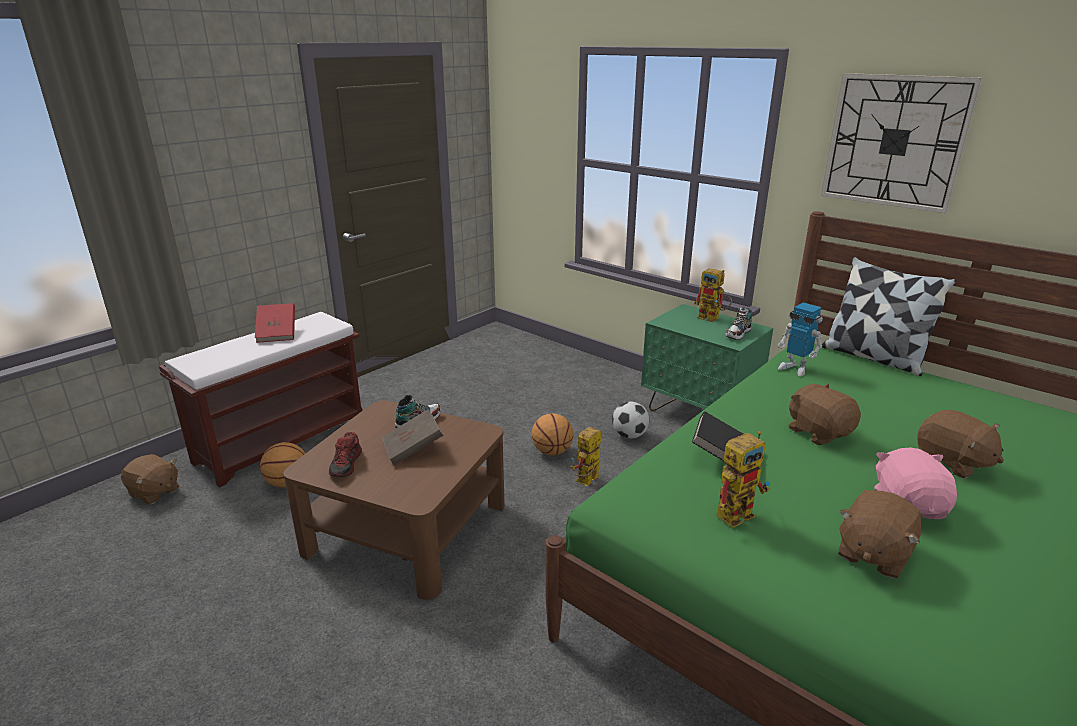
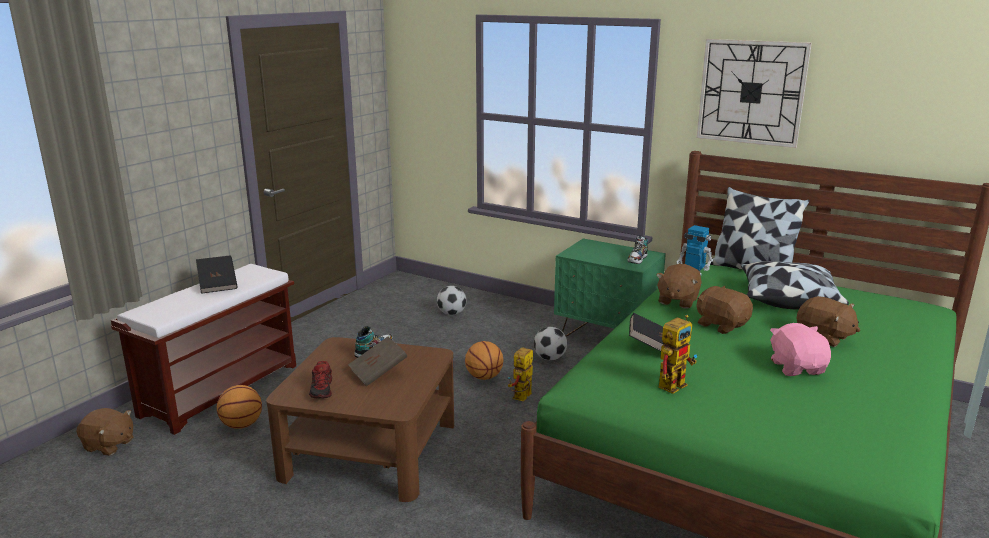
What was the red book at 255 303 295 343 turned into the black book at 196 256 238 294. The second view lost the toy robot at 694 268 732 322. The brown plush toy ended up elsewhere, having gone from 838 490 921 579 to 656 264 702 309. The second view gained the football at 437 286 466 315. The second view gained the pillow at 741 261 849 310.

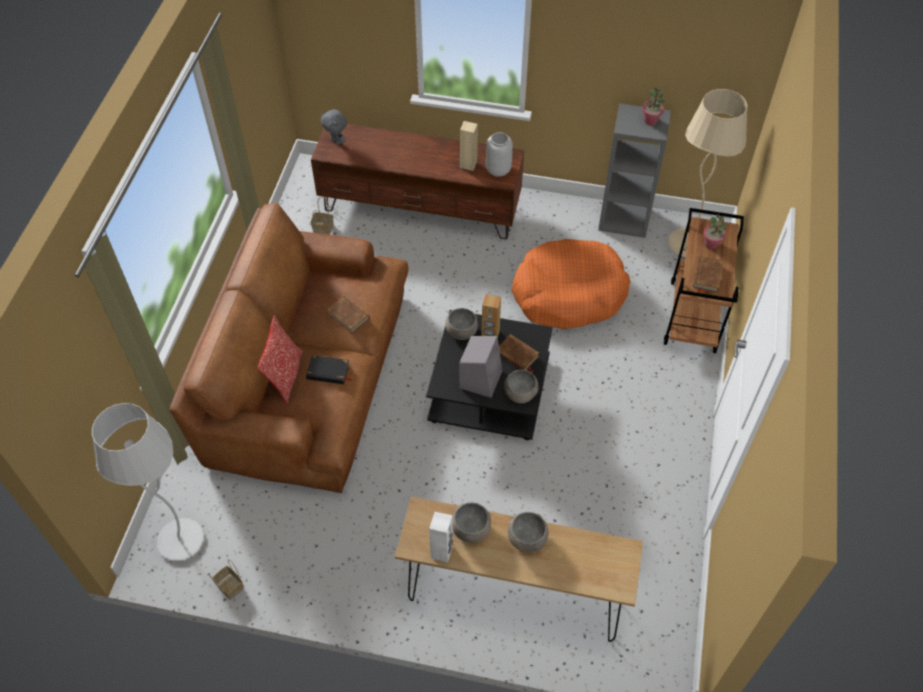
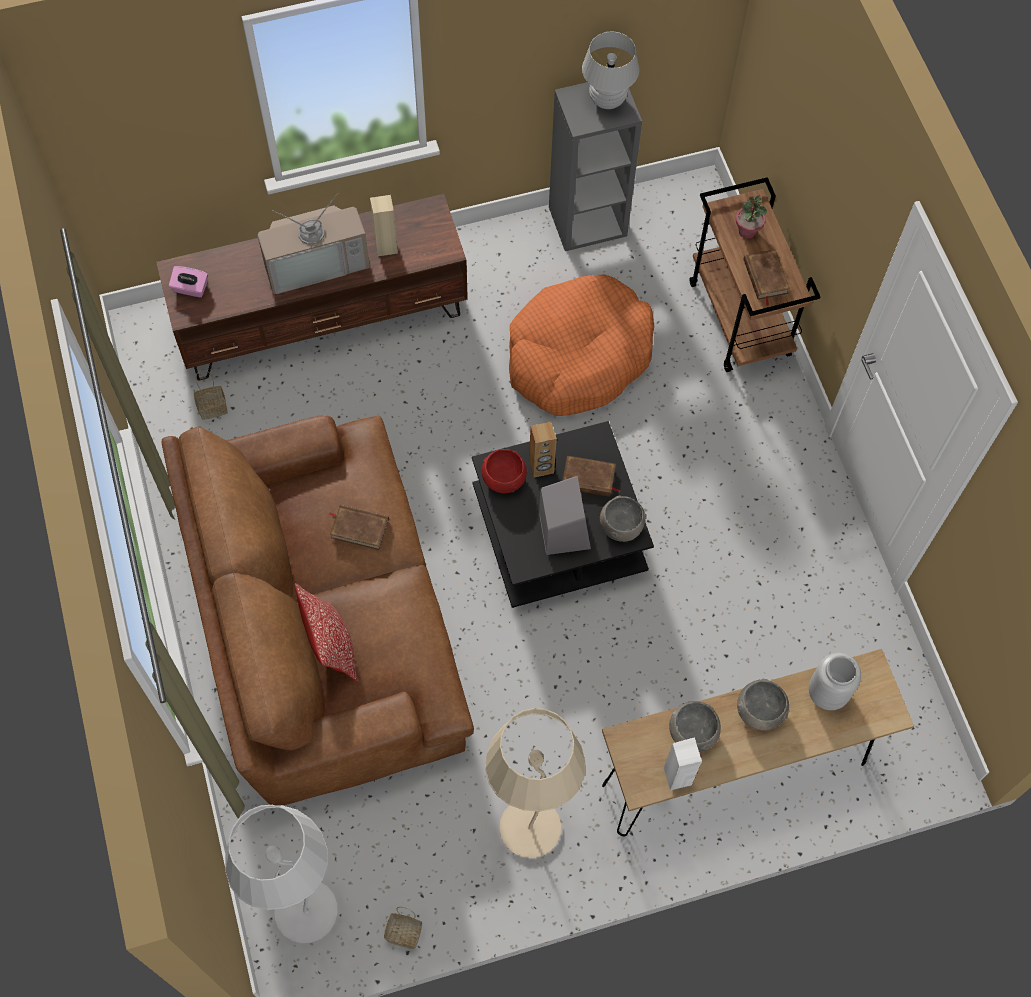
The second view lost the black book at 306 355 351 384. Where the grey plush toy stood at 321 109 347 145, the pink tissue box came to stand at 169 266 208 298. What was the grey bowl at 445 308 478 340 turned into the red bowl at 481 449 527 493. The grey vase ended up elsewhere, having gone from 486 132 513 177 to 809 653 861 710. Where the potted plant stood at 642 88 665 125, the white table lamp came to stand at 582 31 639 109. The beige floor lamp ended up elsewhere, having gone from 668 89 748 257 to 485 708 585 858. The second view gained the television at 257 193 370 294.

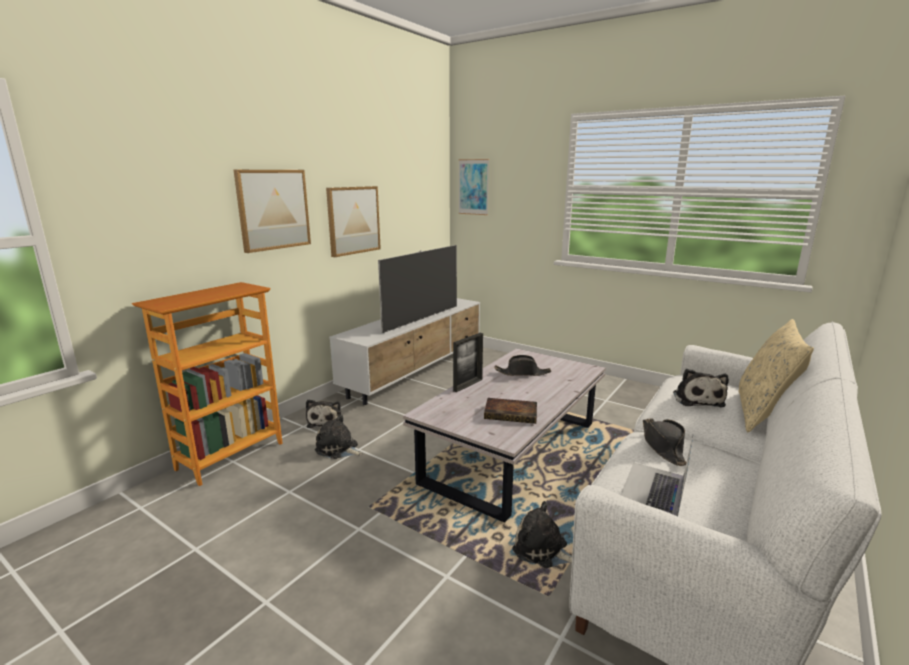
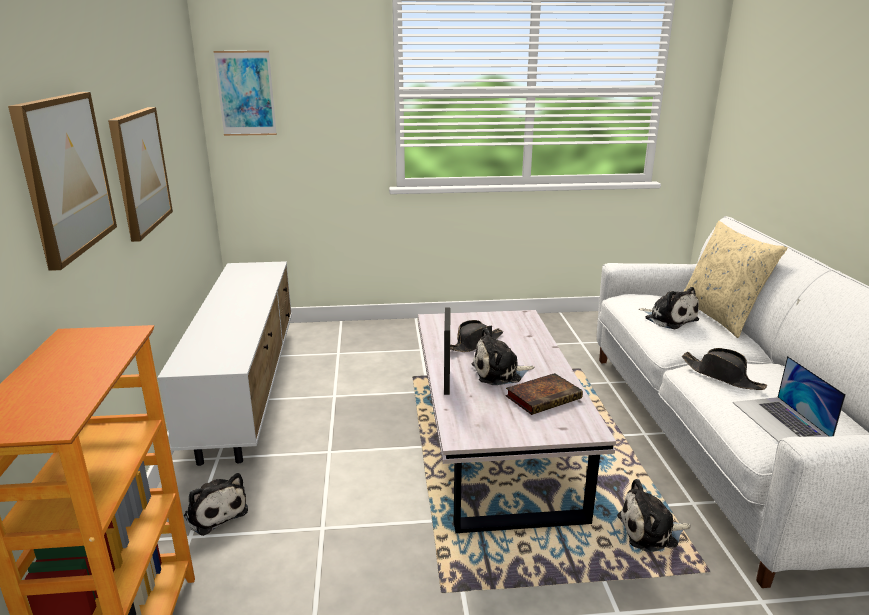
The plush toy ended up elsewhere, having gone from 315 414 363 459 to 472 328 534 385. The second view lost the television at 378 245 457 333.

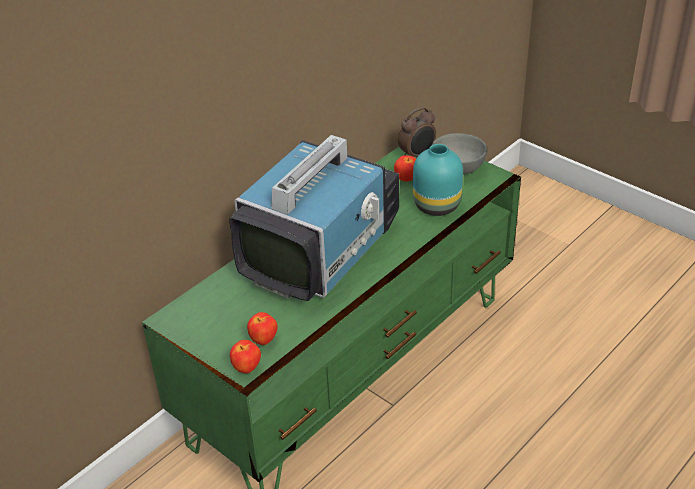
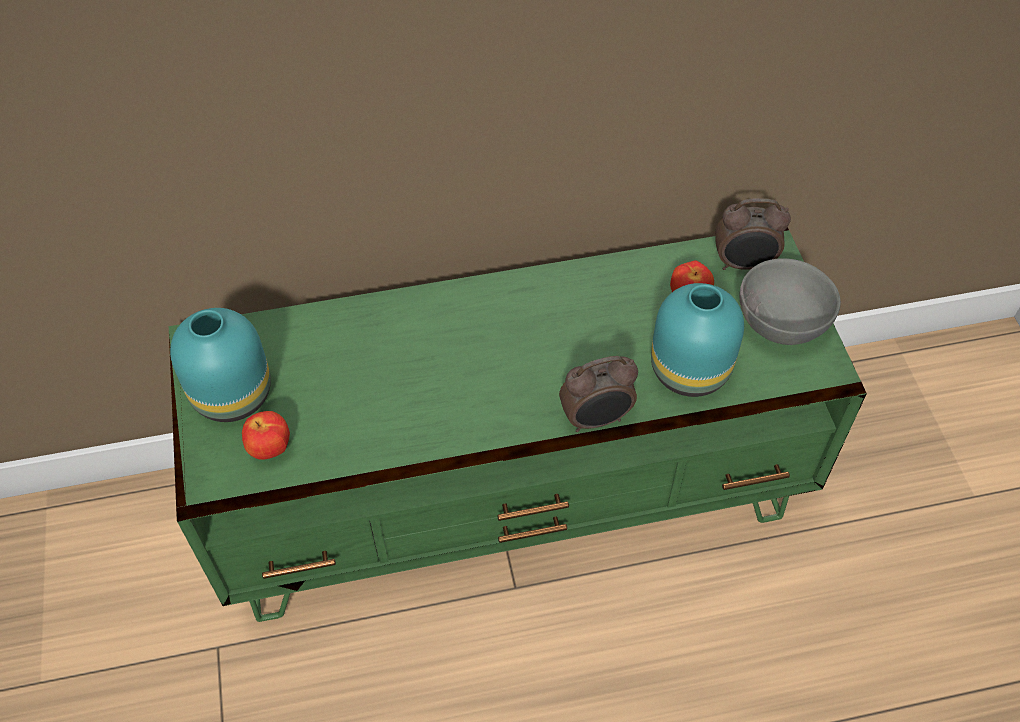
The second view lost the television at 229 135 399 301. The second view lost the apple at 230 340 261 374. The second view gained the turquoise vase at 170 308 271 422. The second view gained the alarm clock at 559 356 638 432.

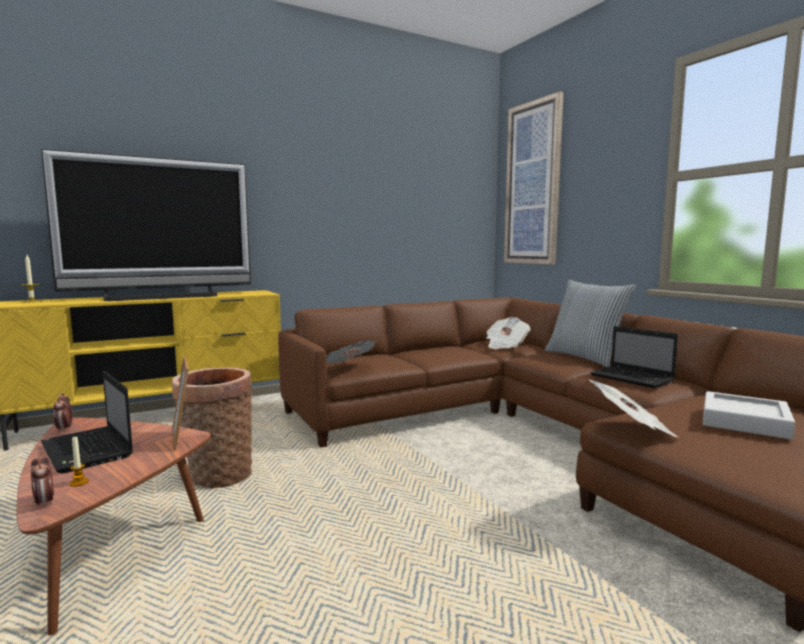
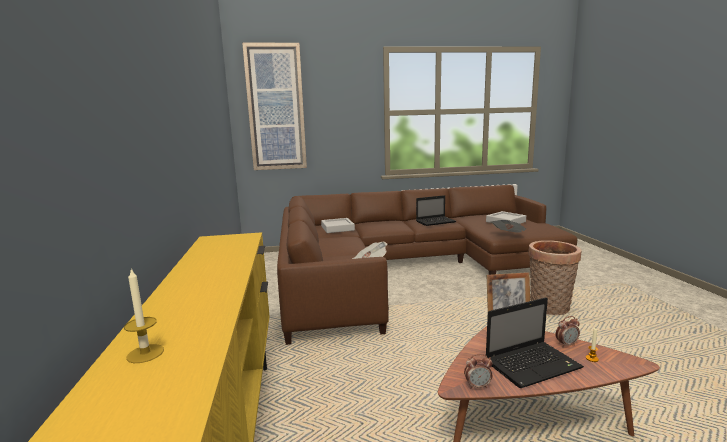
The alarm clock ended up elsewhere, having gone from 31 452 54 509 to 555 316 580 347. The second view lost the television at 41 149 251 301. The basket ended up elsewhere, having gone from 172 368 253 488 to 528 240 582 315. Where the newspaper stood at 486 317 530 349, the grey tray came to stand at 321 218 355 233. The second view lost the pillow at 545 280 636 367.

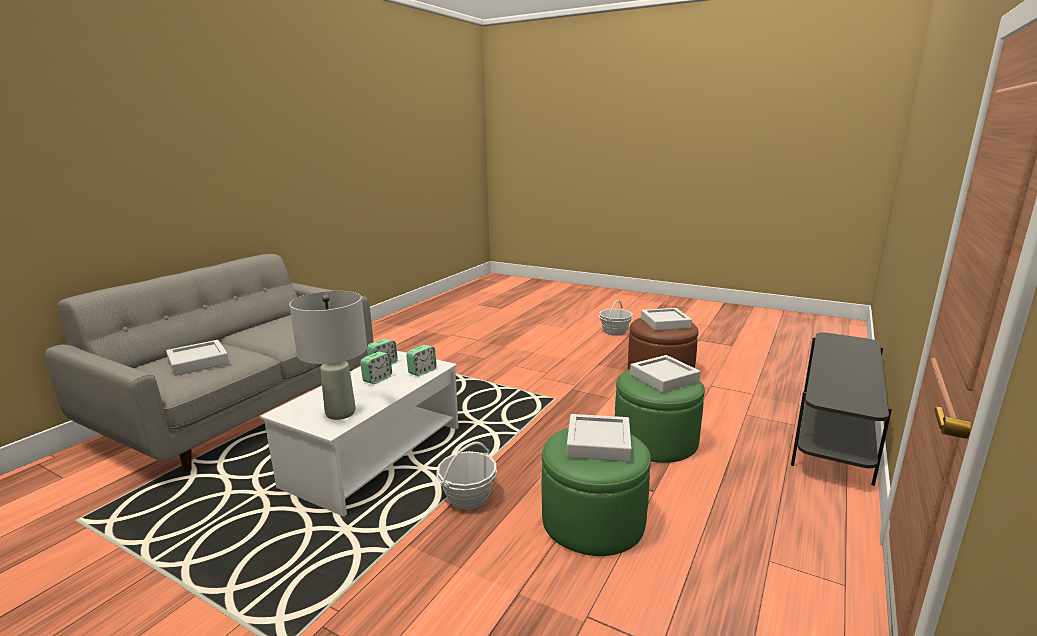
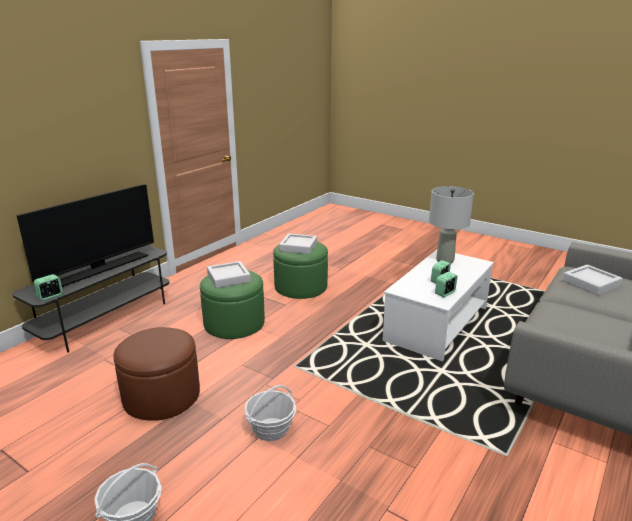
The alarm clock ended up elsewhere, having gone from 406 345 436 376 to 34 274 63 301. The basket ended up elsewhere, having gone from 436 442 497 509 to 244 385 296 441. The second view lost the grey tray at 641 308 692 331. The second view gained the television at 17 185 154 287.

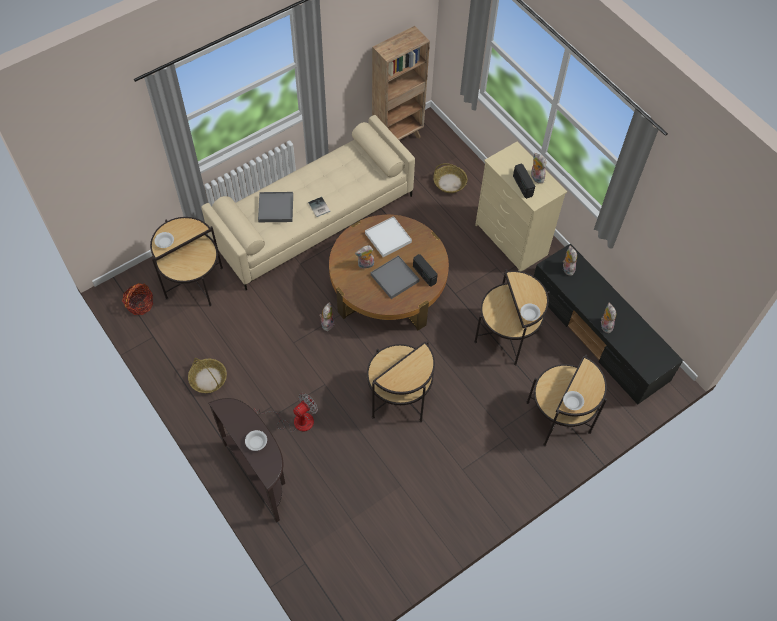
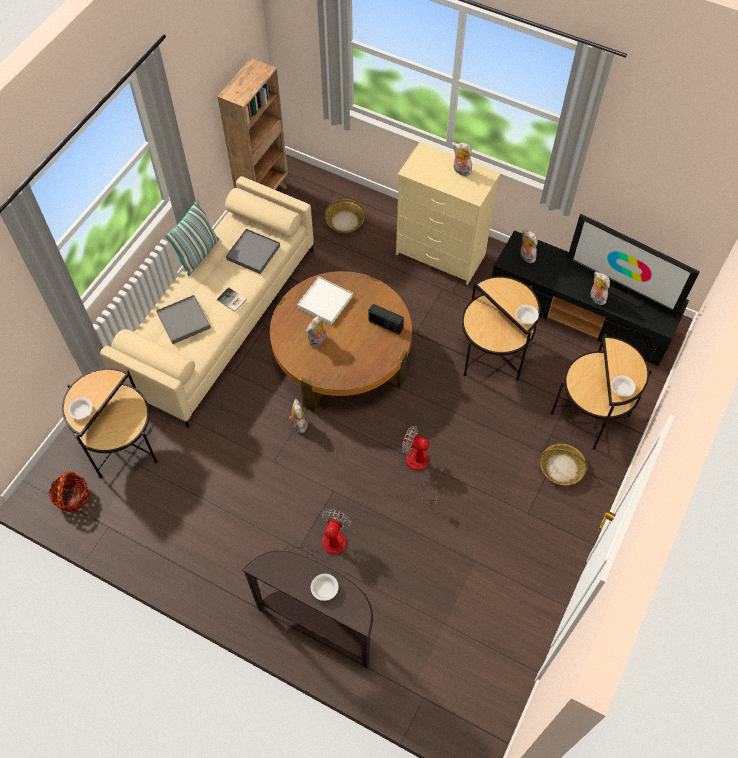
The basket ended up elsewhere, having gone from 188 358 227 393 to 540 444 588 485. Where the side table stood at 367 341 435 422, the fan came to stand at 402 426 438 505. The grey tray ended up elsewhere, having gone from 371 255 419 299 to 226 229 280 274. The second view lost the radio at 513 163 535 199. The second view gained the pillow at 165 200 219 276. The second view gained the television at 567 214 700 314.

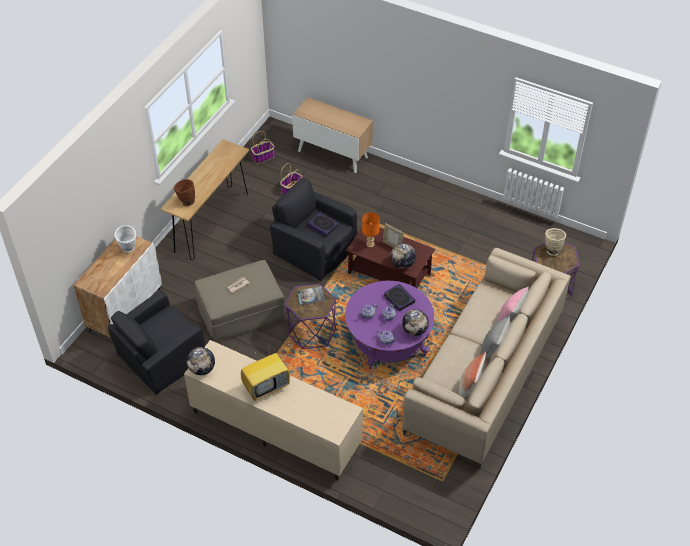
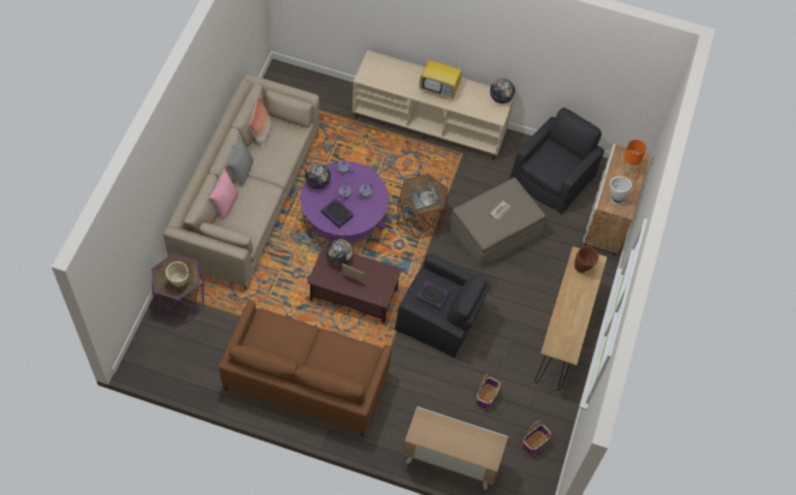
The television at 241 342 290 401 ended up facing another way, 120 degrees counterclockwise from before. What was the purple side table at 285 284 336 349 turned into the brown side table at 397 174 448 239. The orange table lamp ended up elsewhere, having gone from 362 212 380 248 to 624 140 646 174. The second view gained the brown sofa at 219 301 392 436.

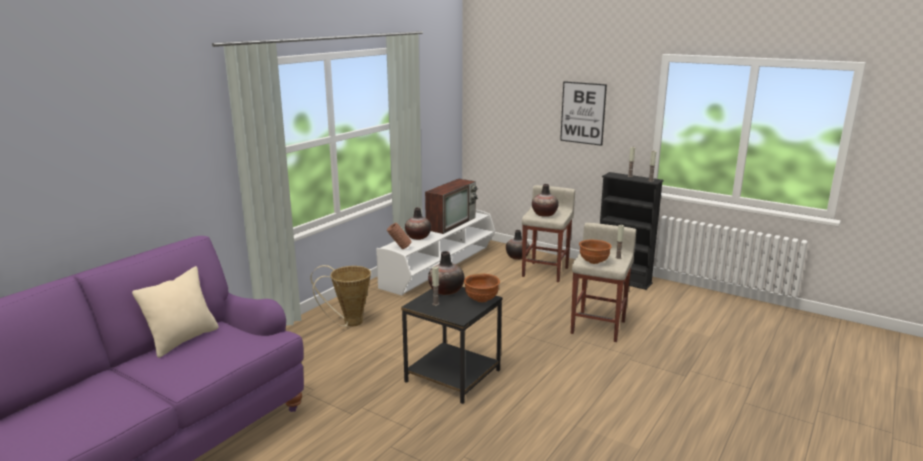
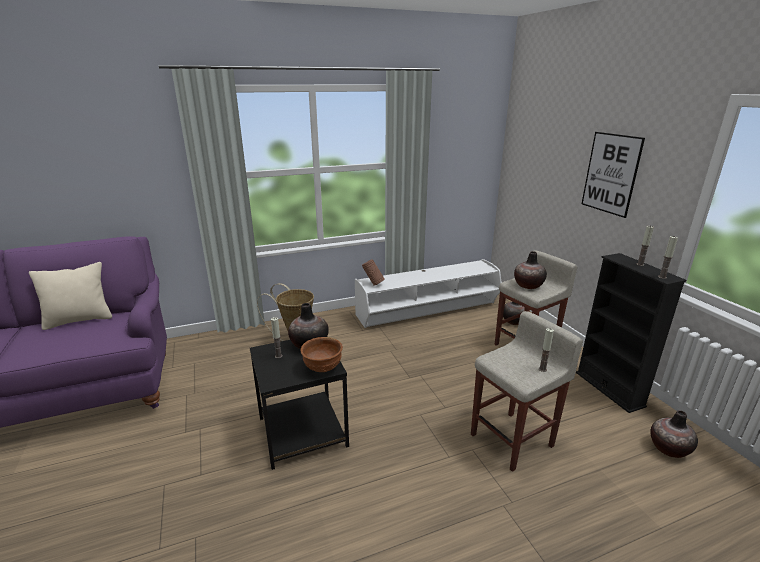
The vase ended up elsewhere, having gone from 405 207 431 240 to 650 410 698 458. The second view lost the television at 425 179 478 234. The second view lost the brown bowl at 579 239 612 264.

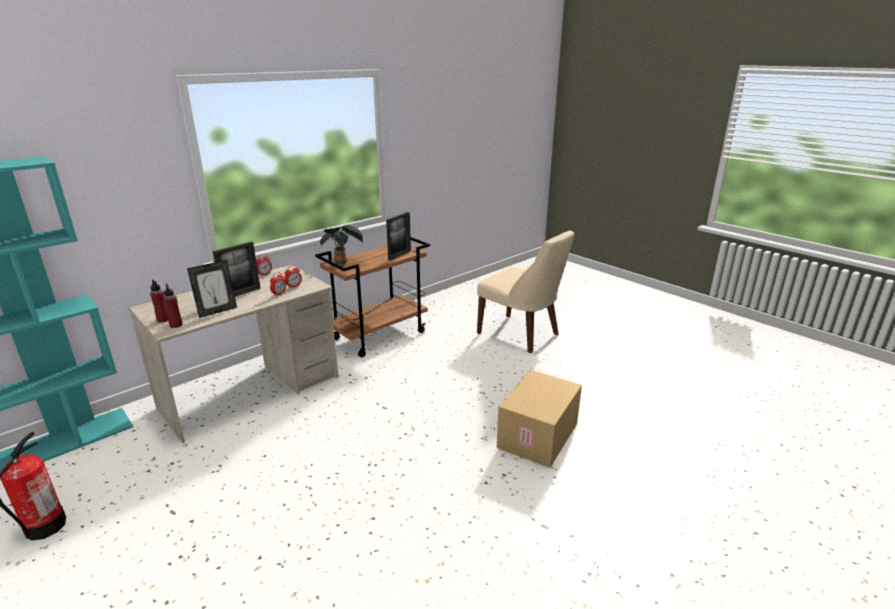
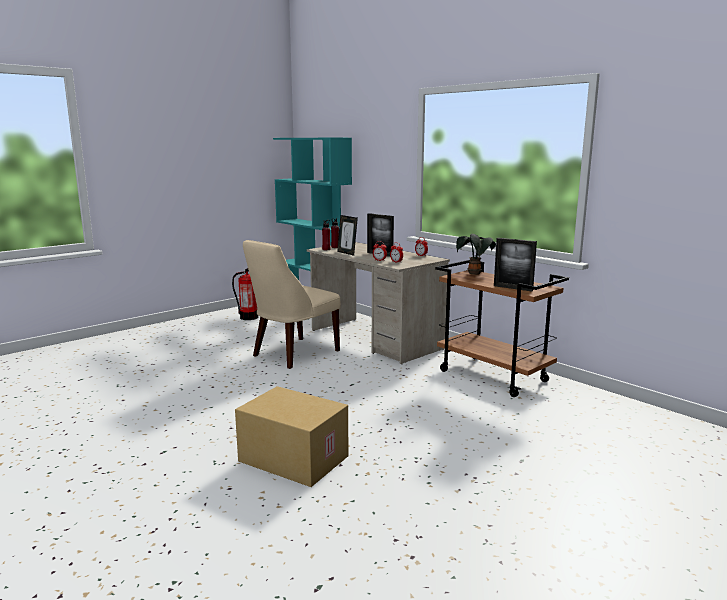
The beige chair ended up elsewhere, having gone from 477 230 574 353 to 243 240 341 369.

